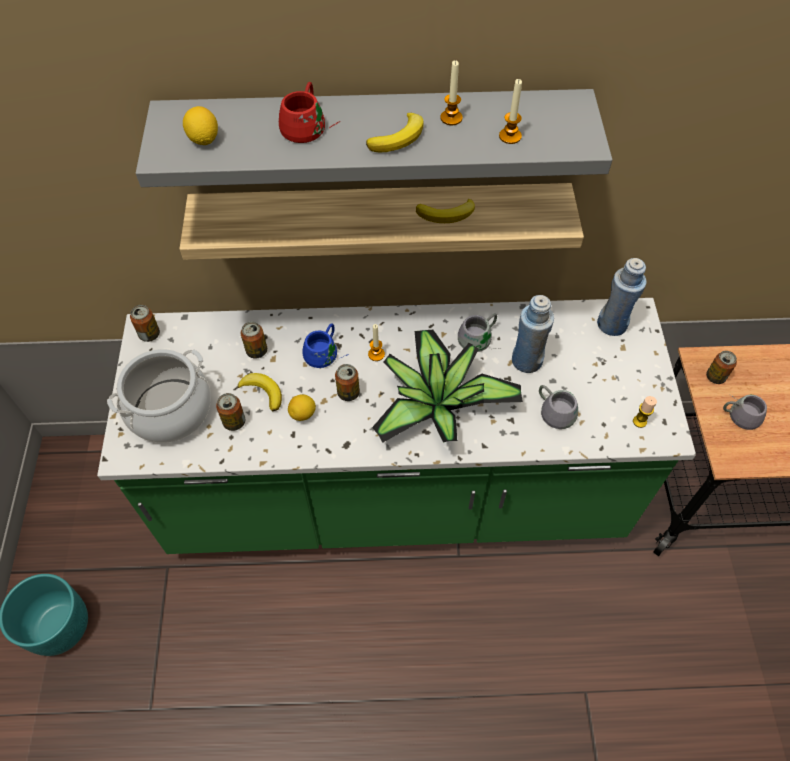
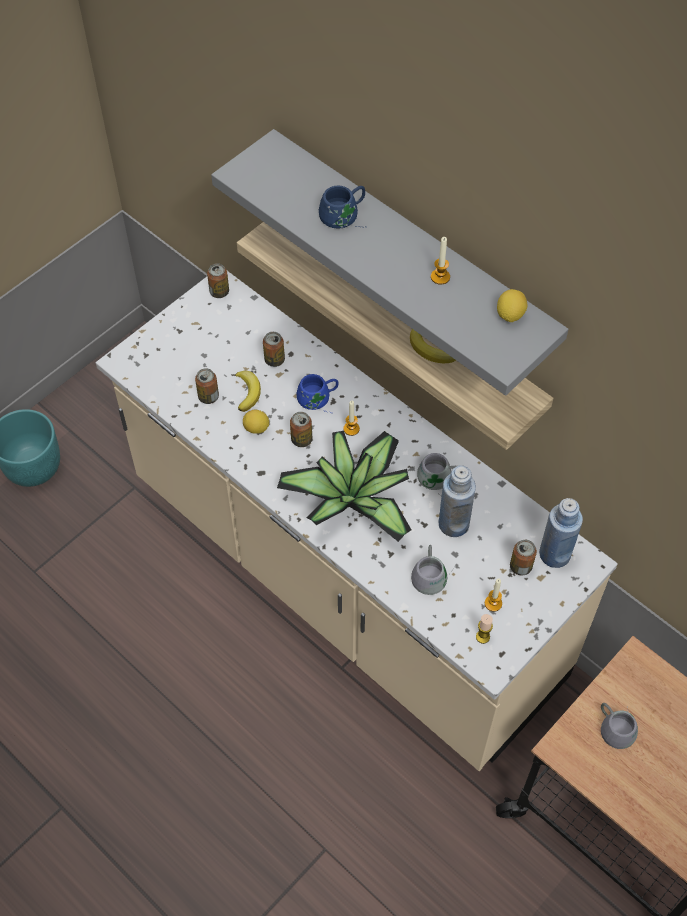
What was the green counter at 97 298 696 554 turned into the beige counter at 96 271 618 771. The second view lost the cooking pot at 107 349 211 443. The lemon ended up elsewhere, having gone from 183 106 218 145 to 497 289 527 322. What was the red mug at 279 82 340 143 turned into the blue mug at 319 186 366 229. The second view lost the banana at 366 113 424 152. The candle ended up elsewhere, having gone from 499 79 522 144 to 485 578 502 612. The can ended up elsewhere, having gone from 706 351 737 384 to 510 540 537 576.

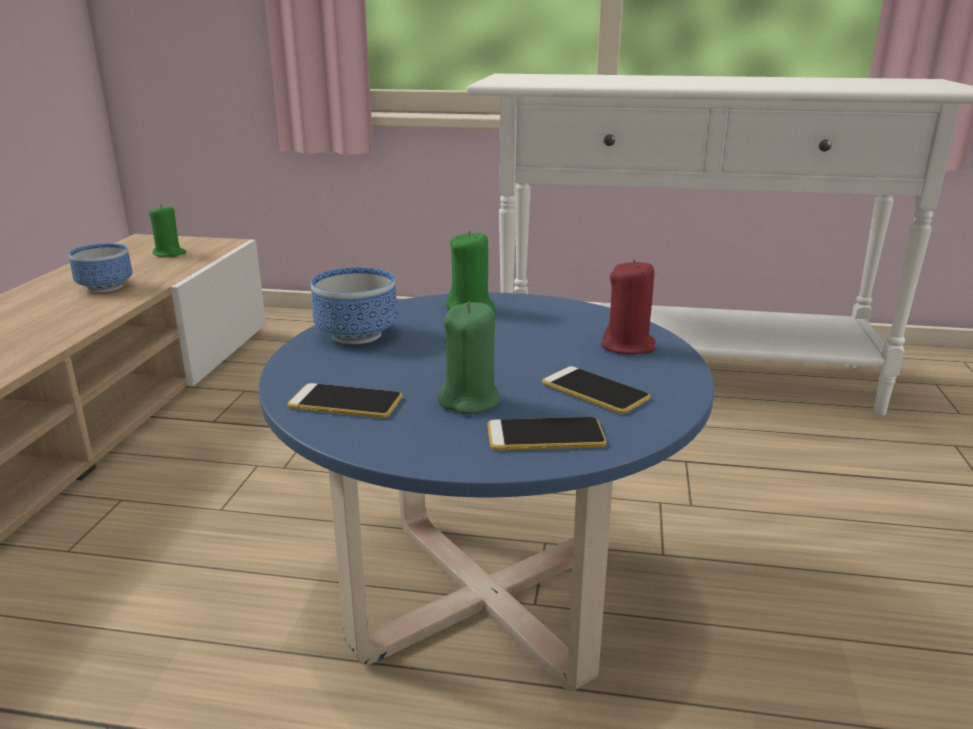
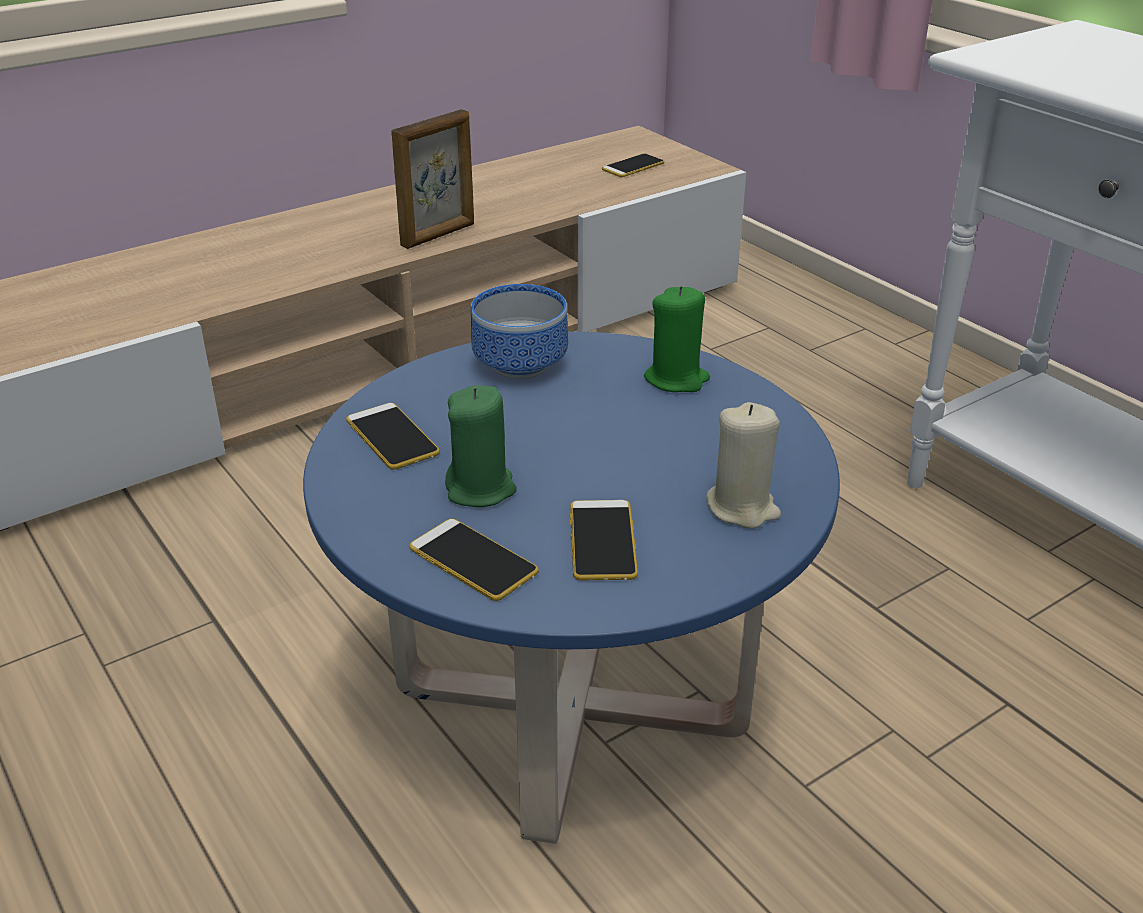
The second view lost the bowl at 69 243 132 292. Where the green candle stood at 149 204 186 257, the phone came to stand at 602 153 664 177. What was the red candle at 601 259 656 355 turned into the beige candle at 706 402 781 529. The second view gained the picture frame at 392 109 474 249.

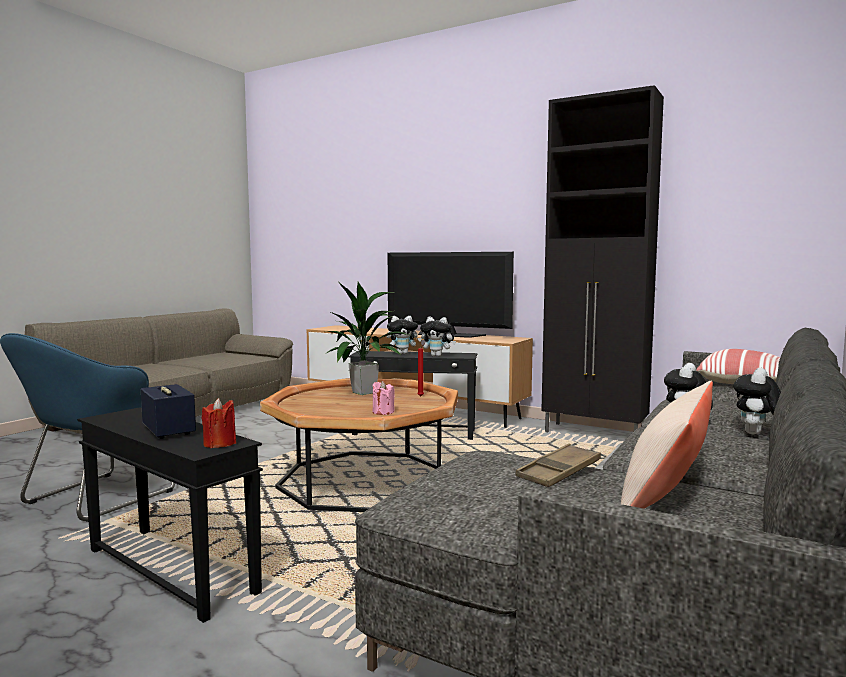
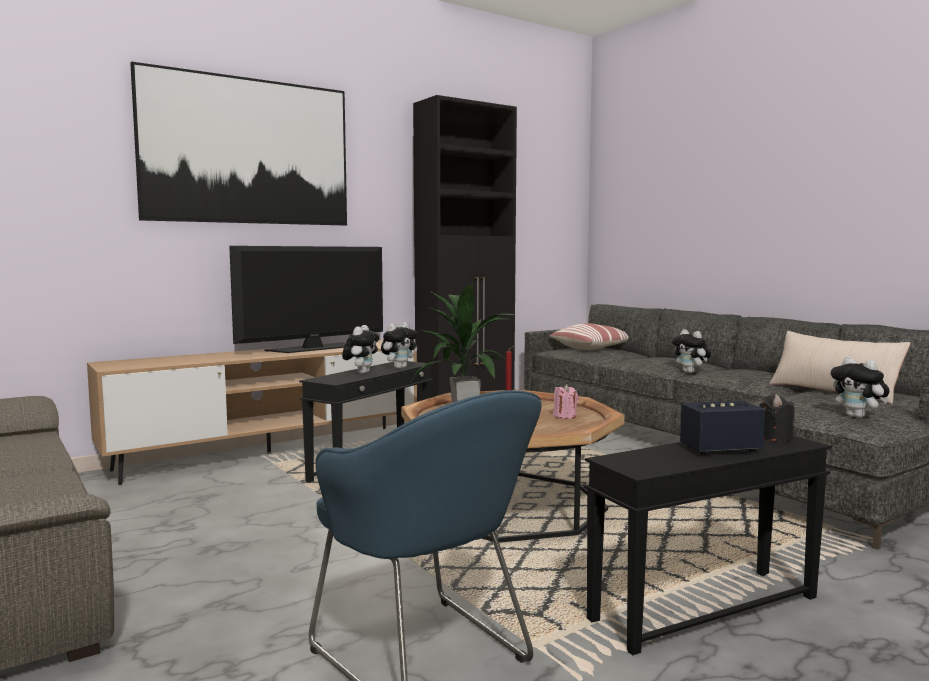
What was the red candle at 202 398 236 448 turned into the black candle at 759 395 795 442. The second view lost the brown tray at 515 444 601 487. The plush toy ended up elsewhere, having gone from 734 368 781 435 to 831 357 890 418. The second view gained the picture at 130 62 347 225.

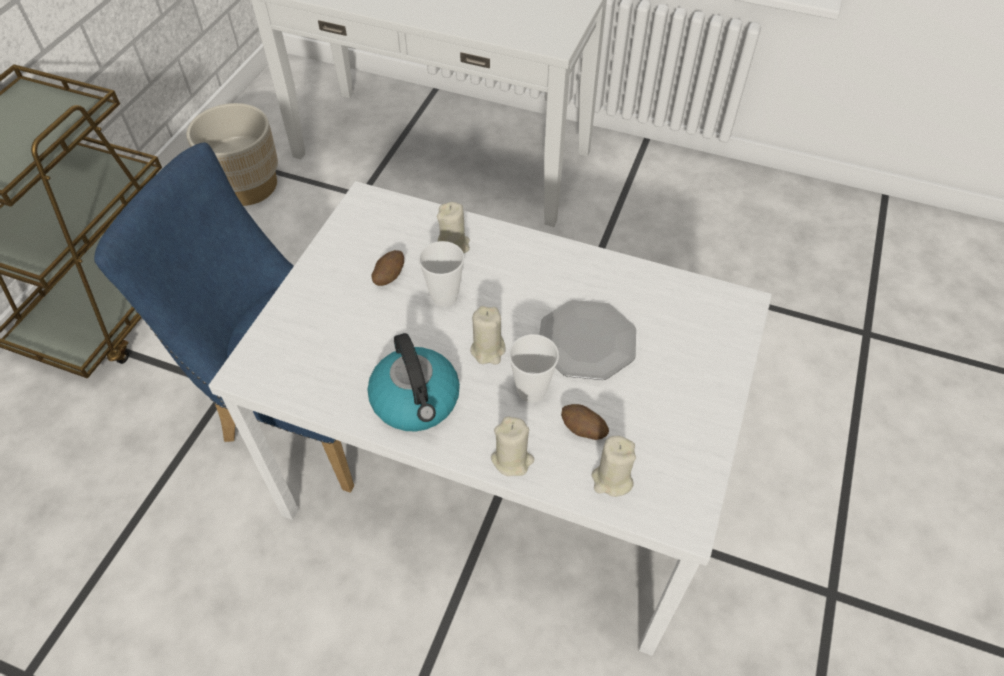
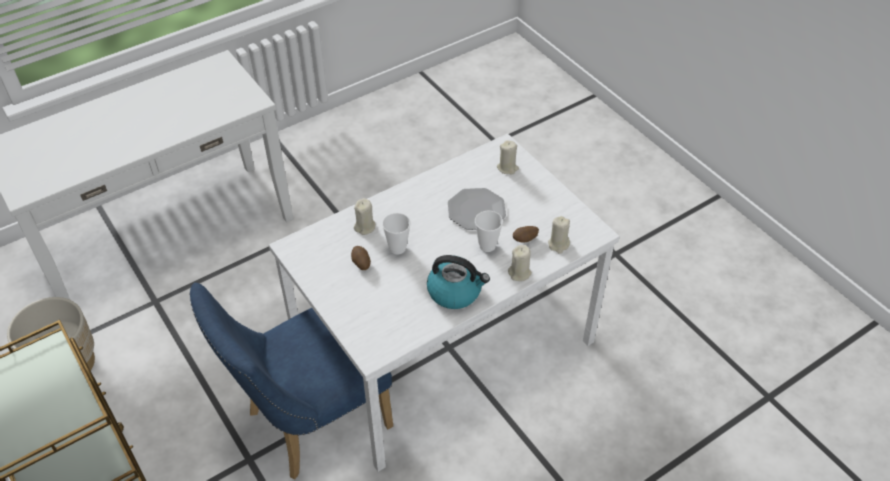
The beige candle ended up elsewhere, having gone from 470 306 506 364 to 497 140 519 174.

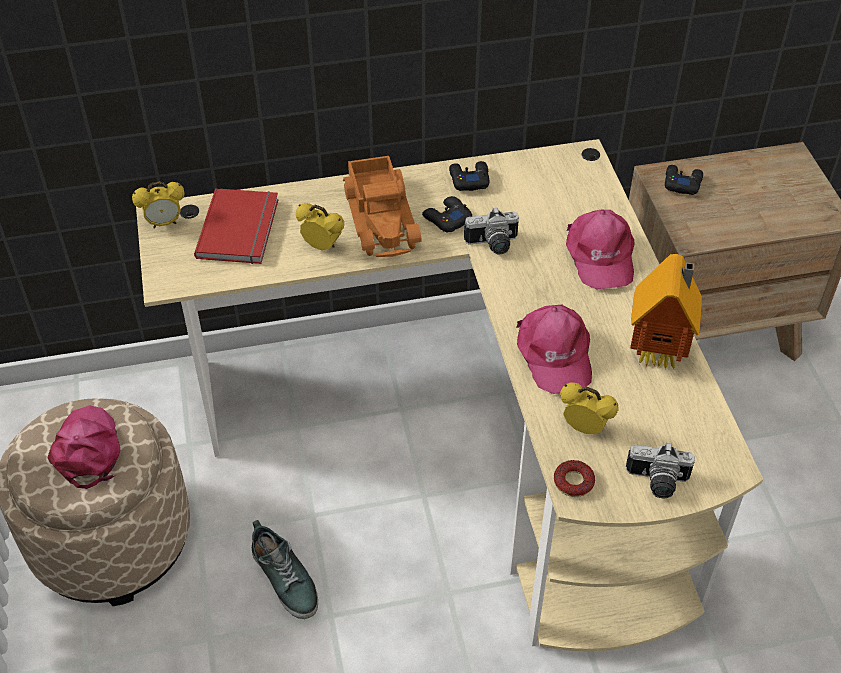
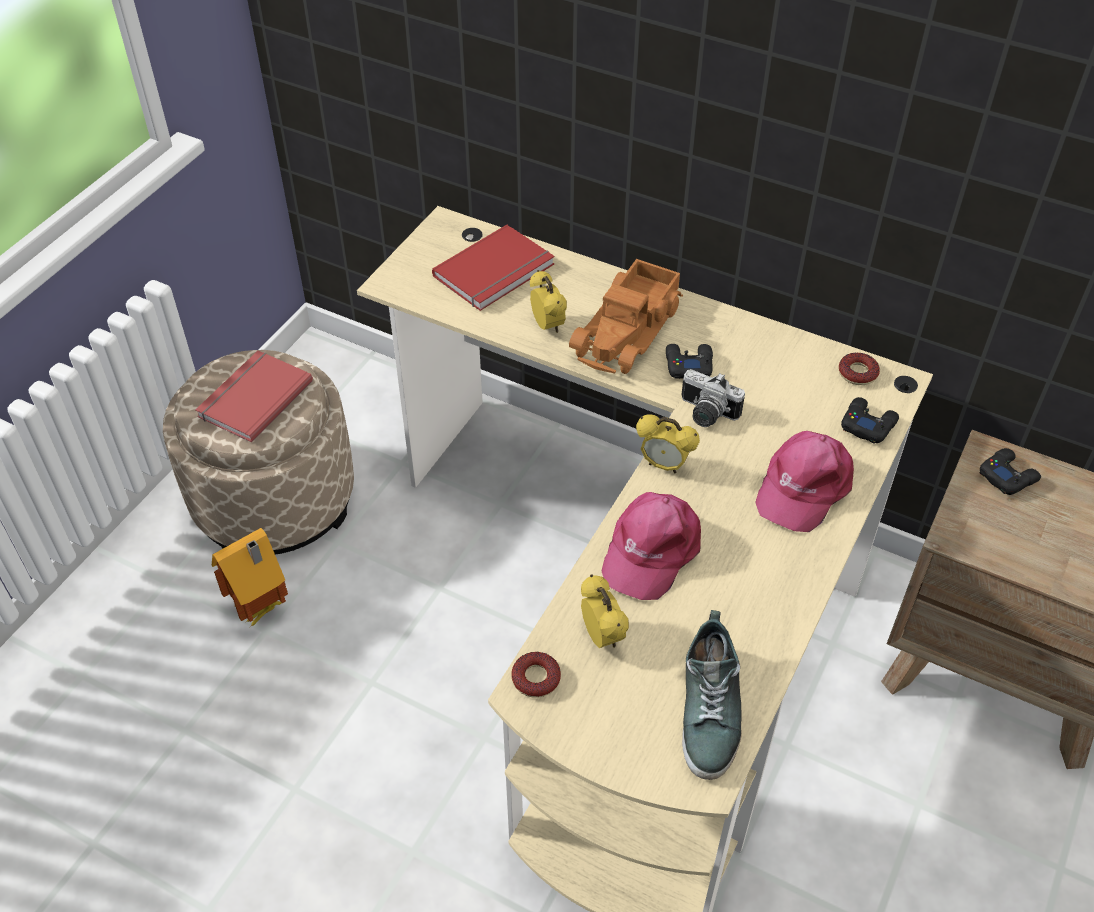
Where the pink cap stood at 48 405 120 489, the red book came to stand at 195 351 313 443. The alarm clock ended up elsewhere, having gone from 132 181 185 228 to 636 415 700 473. The shoe ended up elsewhere, having gone from 252 520 318 619 to 682 610 742 780. The black game controller ended up elsewhere, having gone from 449 161 489 191 to 841 397 899 444. The second view lost the photo camera at 626 443 695 498. The toy house ended up elsewhere, having gone from 630 254 702 369 to 212 528 288 627. The second view gained the donut at 839 352 880 385.

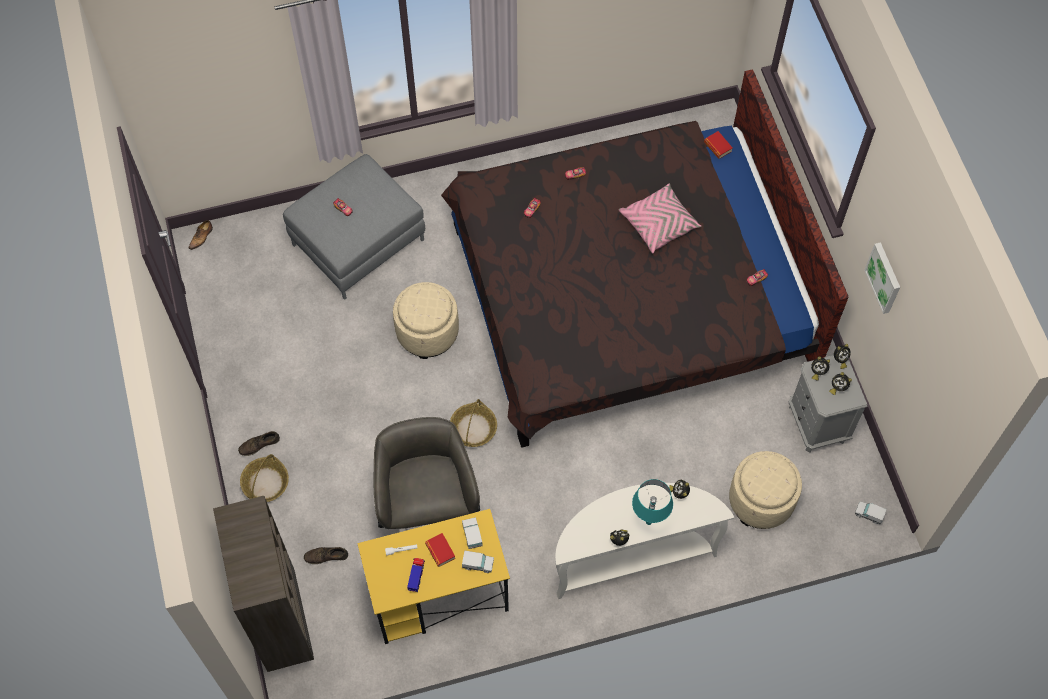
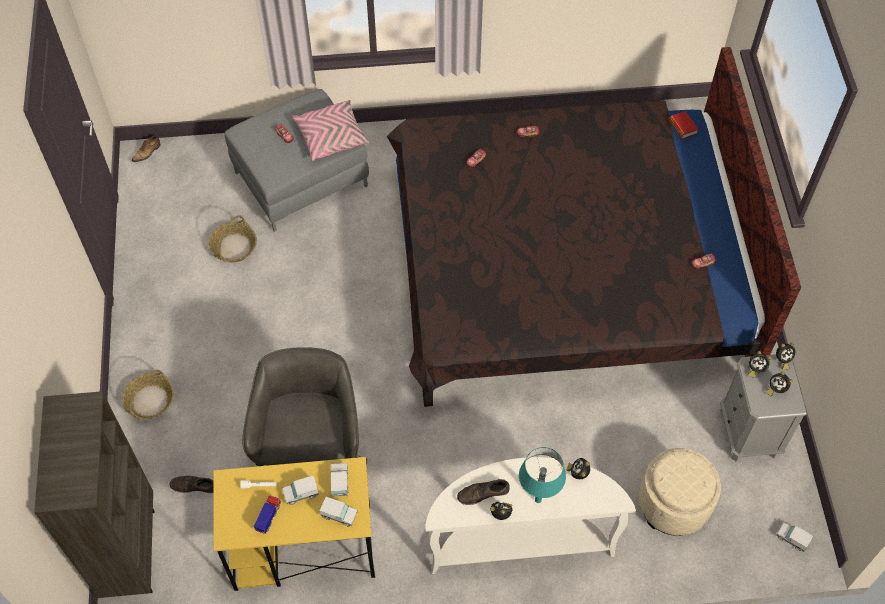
The brown shoe ended up elsewhere, having gone from 238 431 280 456 to 457 479 509 505. The second view lost the beige ottoman at 393 282 459 359. Where the book stood at 425 533 455 567, the toy truck came to stand at 282 475 319 505. The basket ended up elsewhere, having gone from 450 399 497 447 to 209 215 257 262. The pink pillow ended up elsewhere, having gone from 619 183 701 253 to 292 100 369 161. The second view lost the picture at 864 242 900 314.

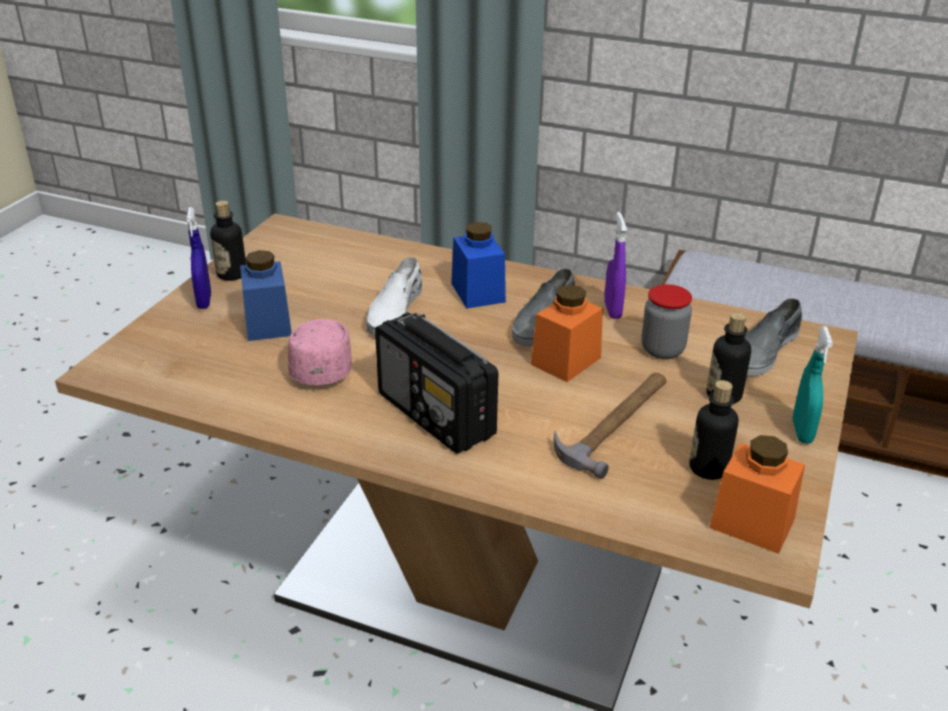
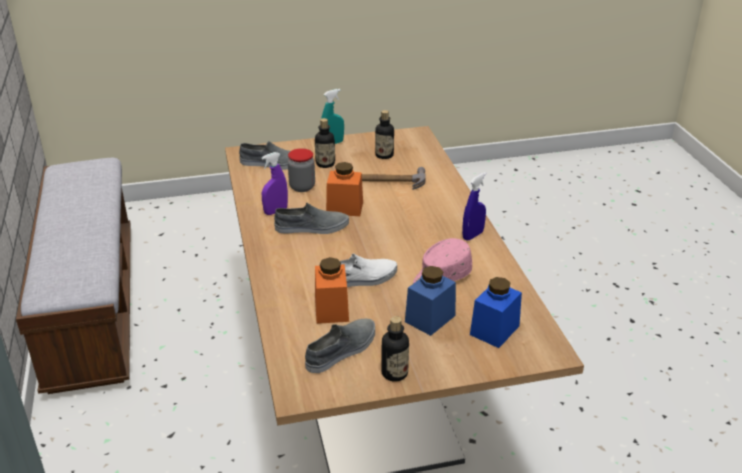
The blue spray bottle ended up elsewhere, having gone from 186 207 211 309 to 462 172 486 241. The second view lost the radio at 375 312 498 454. The blue jar ended up elsewhere, having gone from 451 222 506 309 to 470 277 522 348. The orange jar ended up elsewhere, having gone from 709 435 805 554 to 315 257 349 324. The second view gained the grey shoe at 305 319 375 373.

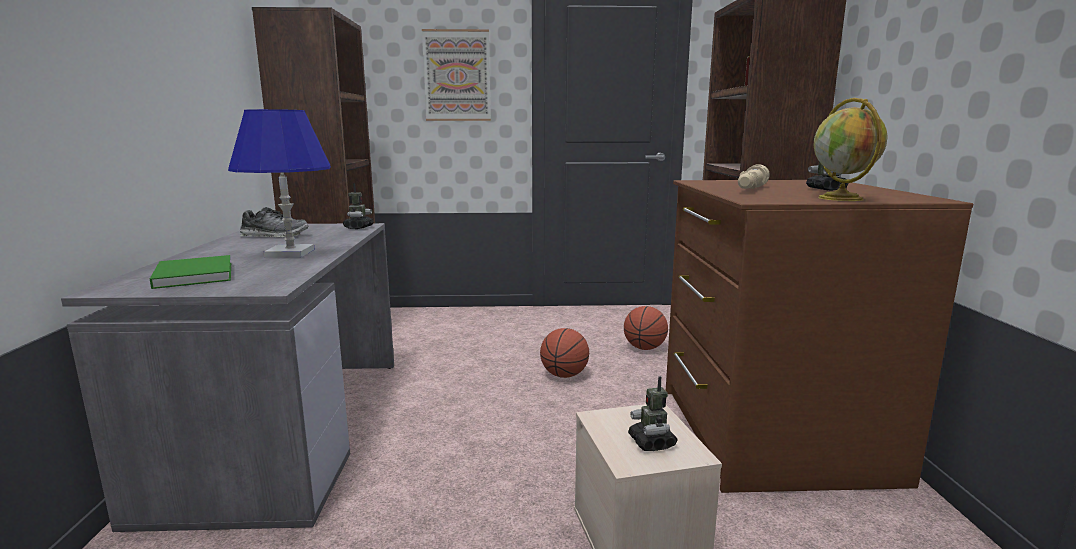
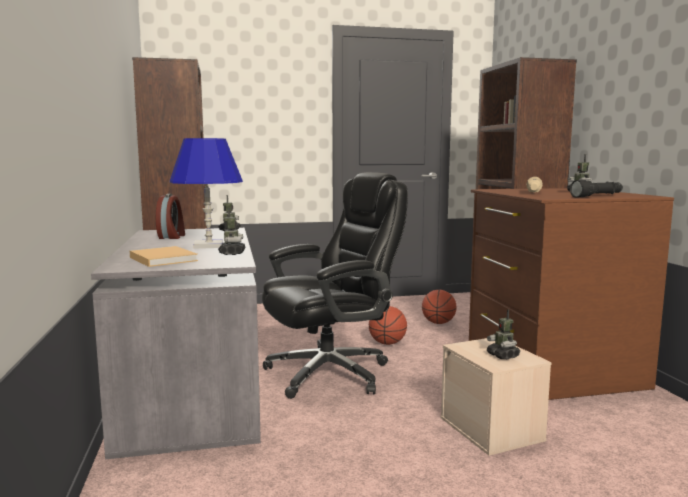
What was the green book at 150 255 231 289 turned into the beige book at 130 246 198 267. Where the shoe stood at 240 207 308 238, the alarm clock came to stand at 156 194 185 239. The second view lost the picture at 422 29 491 121. Where the globe stood at 814 98 888 201, the black flashlight came to stand at 569 180 623 197. The second view gained the toy robot at 218 208 246 255. The second view gained the black office chair at 262 172 408 399.

